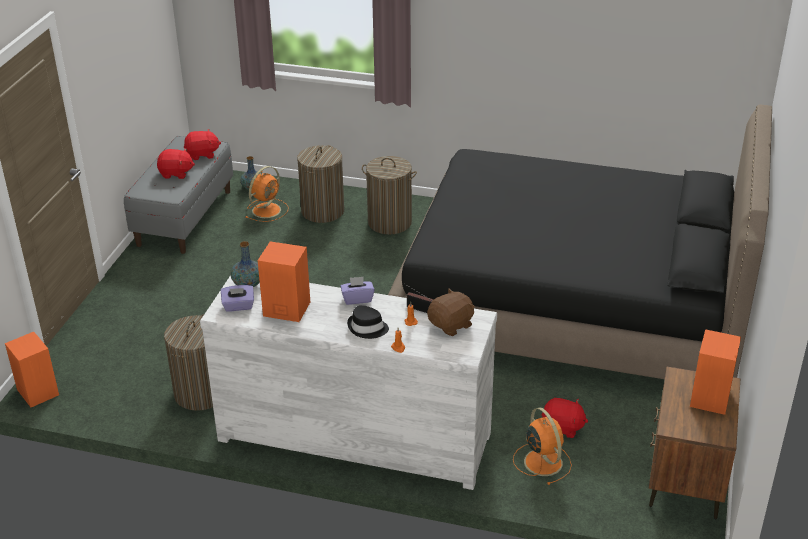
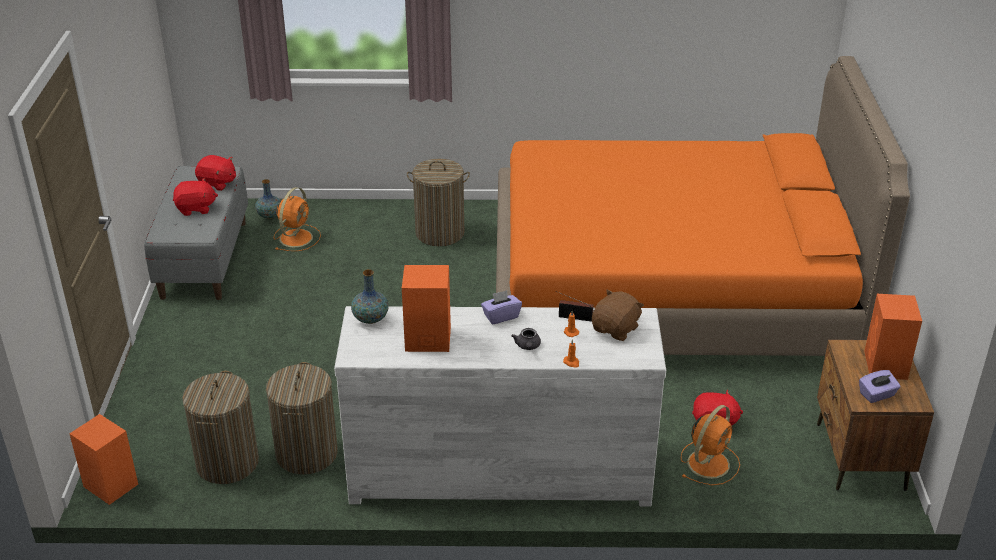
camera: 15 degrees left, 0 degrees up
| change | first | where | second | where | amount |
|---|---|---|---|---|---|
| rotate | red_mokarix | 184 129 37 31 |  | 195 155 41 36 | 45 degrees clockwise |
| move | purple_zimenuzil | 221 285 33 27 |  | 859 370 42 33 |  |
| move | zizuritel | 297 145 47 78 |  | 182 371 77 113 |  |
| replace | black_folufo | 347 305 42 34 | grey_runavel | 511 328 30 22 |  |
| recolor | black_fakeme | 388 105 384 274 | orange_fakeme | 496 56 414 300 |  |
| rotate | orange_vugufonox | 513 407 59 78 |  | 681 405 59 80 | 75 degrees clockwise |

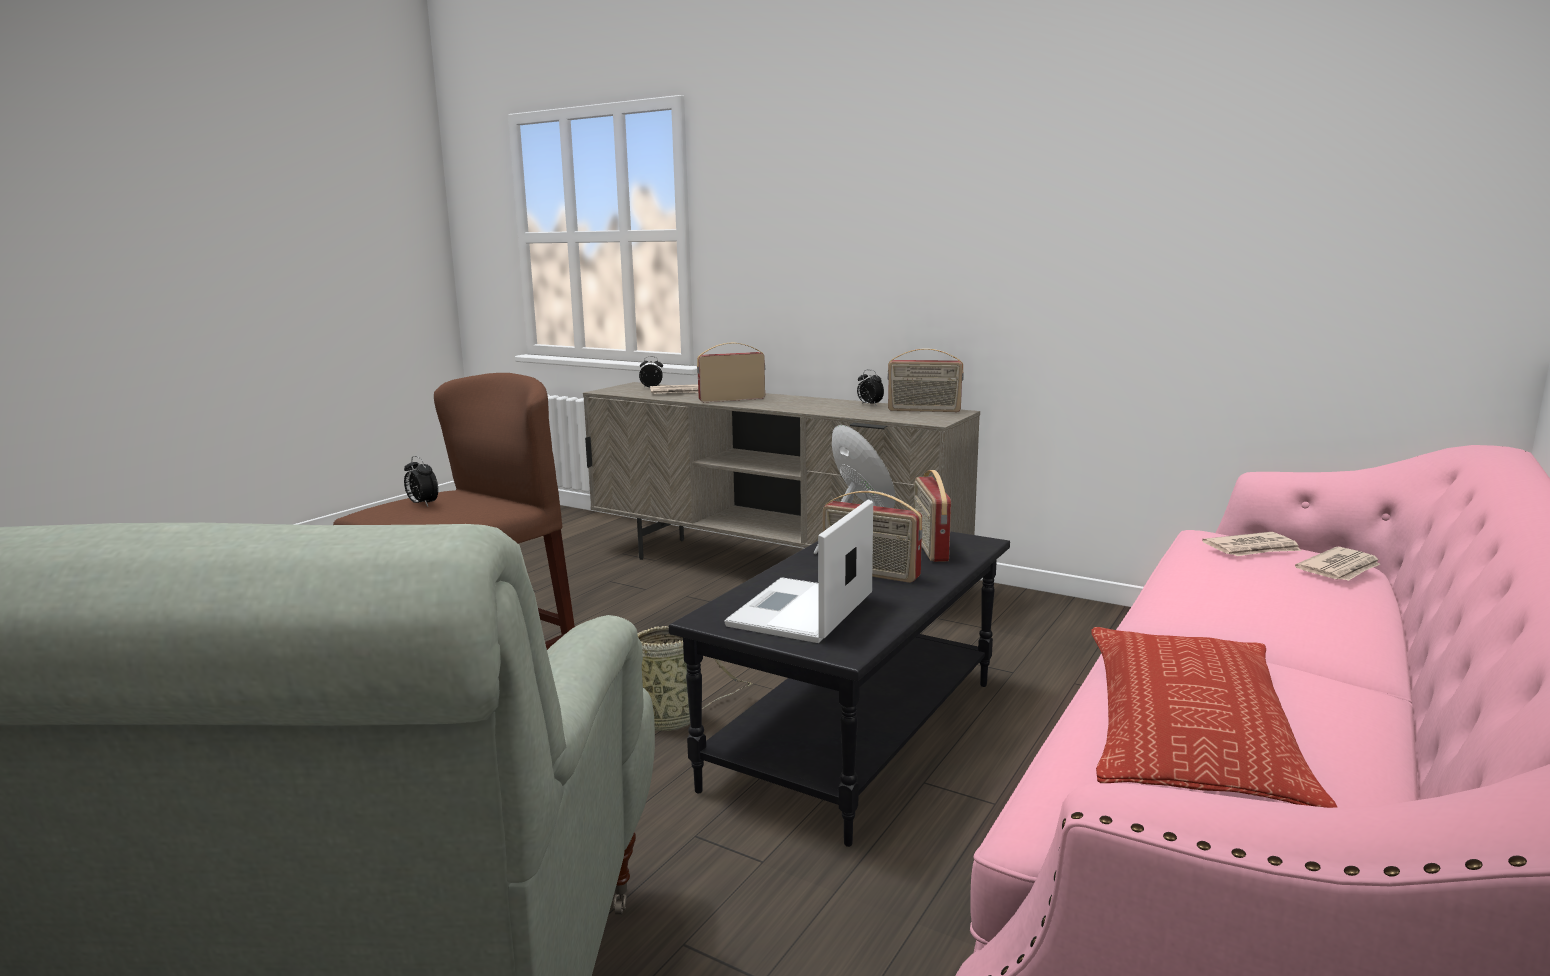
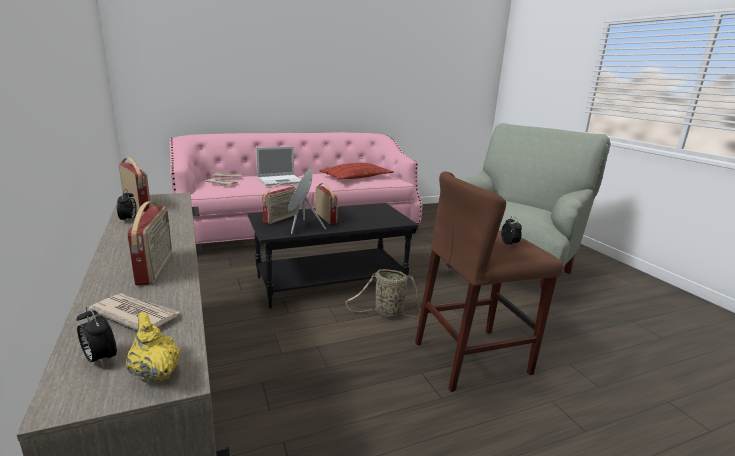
camera: 145 degrees left, 5 degrees up
| change | first | where | second | where | amount |
|---|---|---|---|---|---|
| rotate | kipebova | 697 343 68 59 |  | 127 202 45 83 | 120 degrees counterclockwise |
| move | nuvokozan | 724 500 149 143 |  | 256 146 45 40 |  |
| insert |  |  | yellow_runavel | 126 312 54 71 |  |

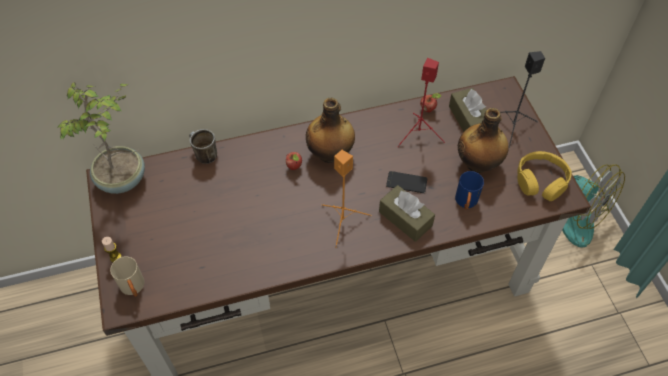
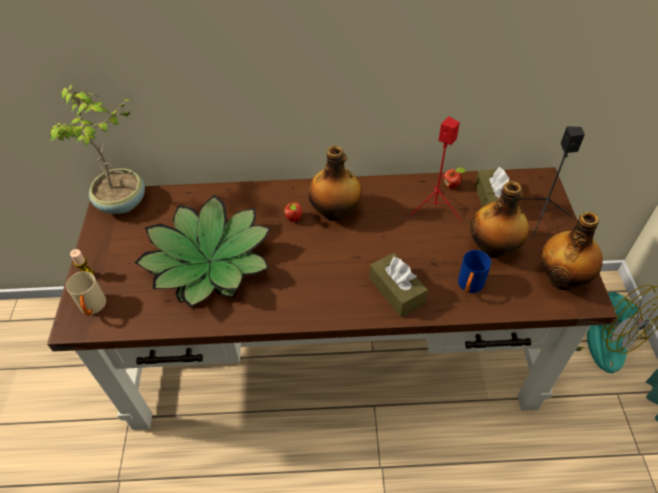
camera: 15 degrees right, 5 degrees down
| change | first | where | second | where | amount |
|---|---|---|---|---|---|
| delete | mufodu | 189 129 28 35 |  |  |  |
| delete | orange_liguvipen | 322 150 49 98 |  |  |  |
| delete | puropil | 386 171 41 22 |  |  |  |
| replace | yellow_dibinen | 517 151 55 50 | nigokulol | 541 211 62 79 |  |
| insert |  |  | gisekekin | 134 195 137 112 |  |

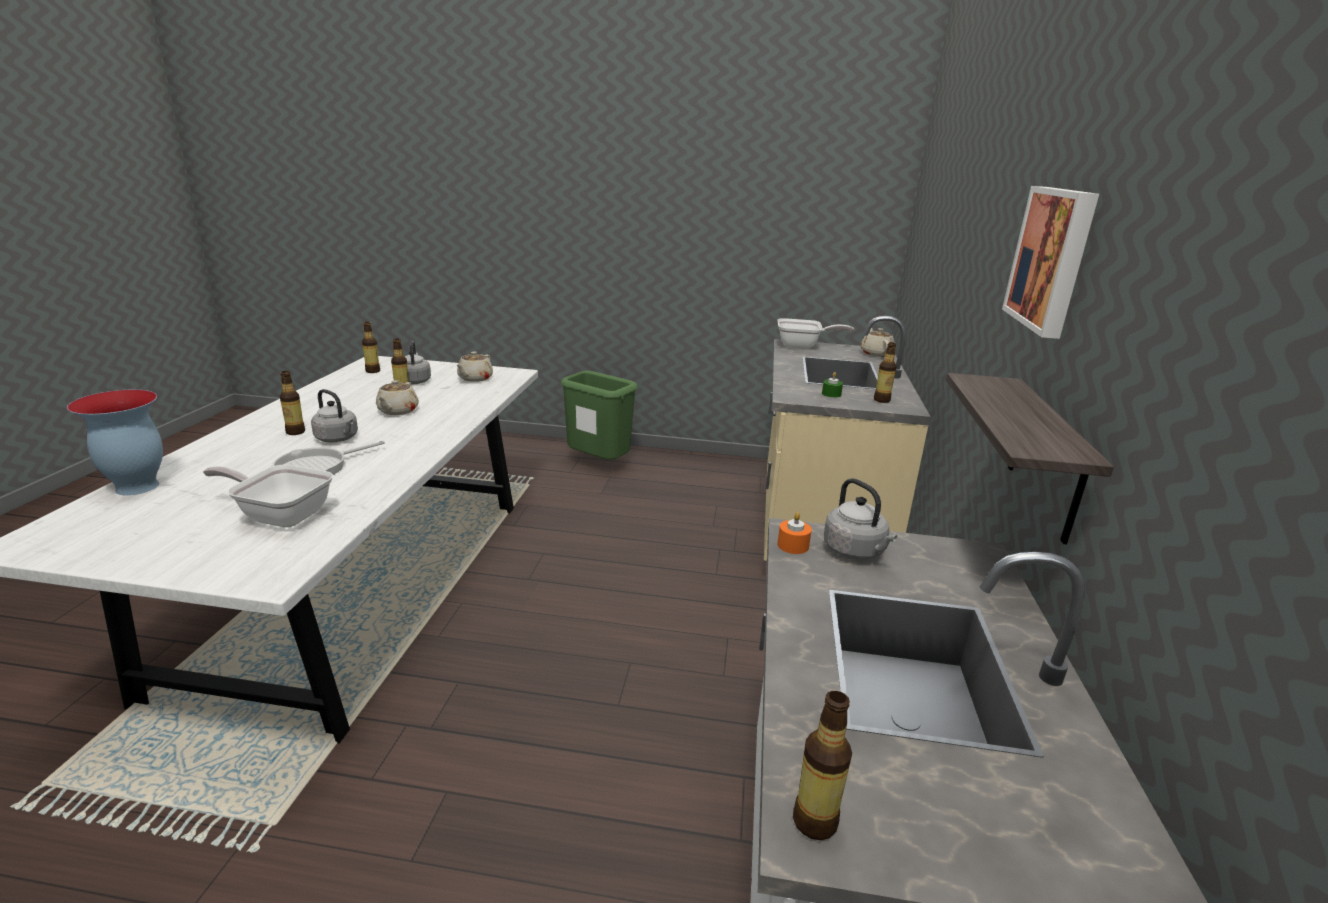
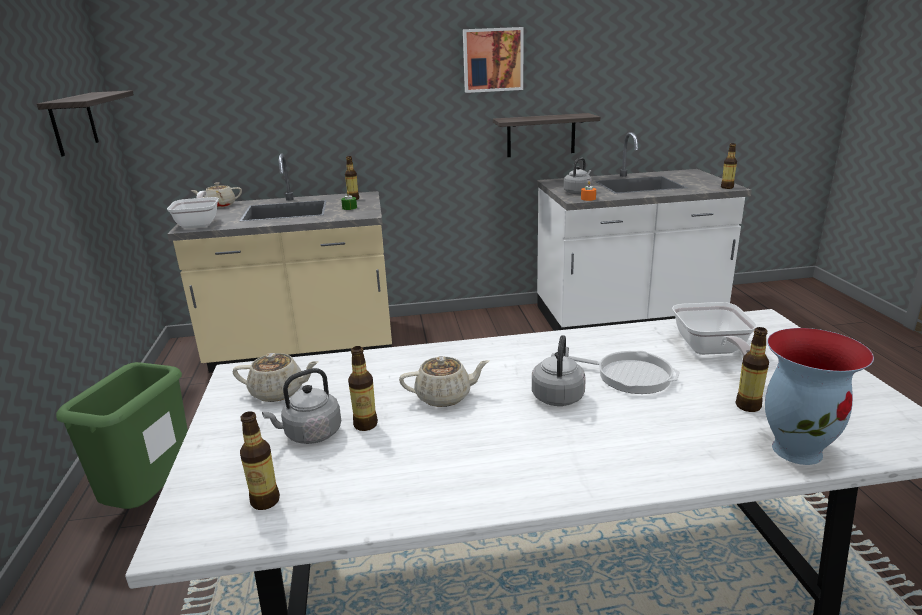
camera: 105 degrees left, 0 degrees up
| change | first | where | second | where | amount |
|---|---|---|---|---|---|
| move | nigokulol | 280 371 25 64 |  | 735 327 34 85 |  |
| insert |  |  | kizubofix | 37 90 97 66 |  |

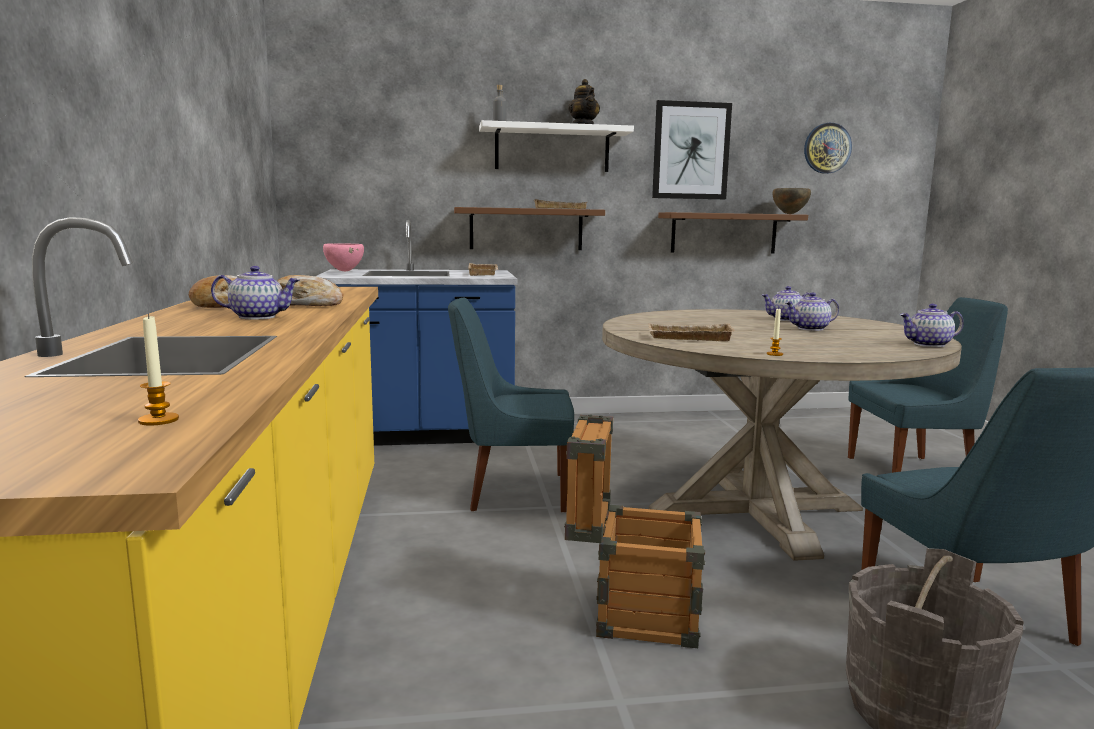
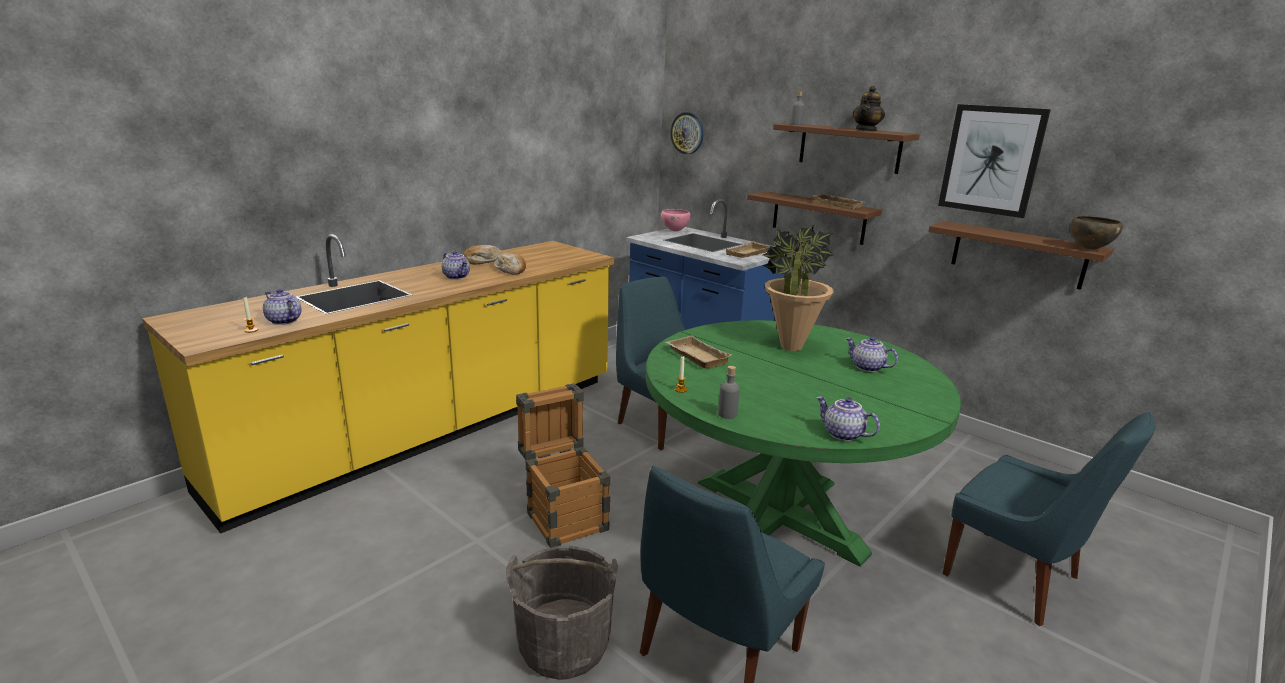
camera: 50 degrees right, 10 degrees up
| change | first | where | second | where | amount |
|---|---|---|---|---|---|
| recolor | white_kizubofix | 479 120 155 52 | brown_kizubofix | 773 123 147 51 |  |
| recolor | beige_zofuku | 602 309 360 252 | green_zofuku | 646 320 315 247 |  |
| move | runavel | 785 292 54 39 |  | 263 289 38 36 |  |
| move | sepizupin | 804 123 48 51 |  | 670 112 34 42 |  |
| insert |  |  | grey_nigokulol | 718 366 22 53 |  |
| insert |  |  | gisekekin | 763 225 72 126 |  |

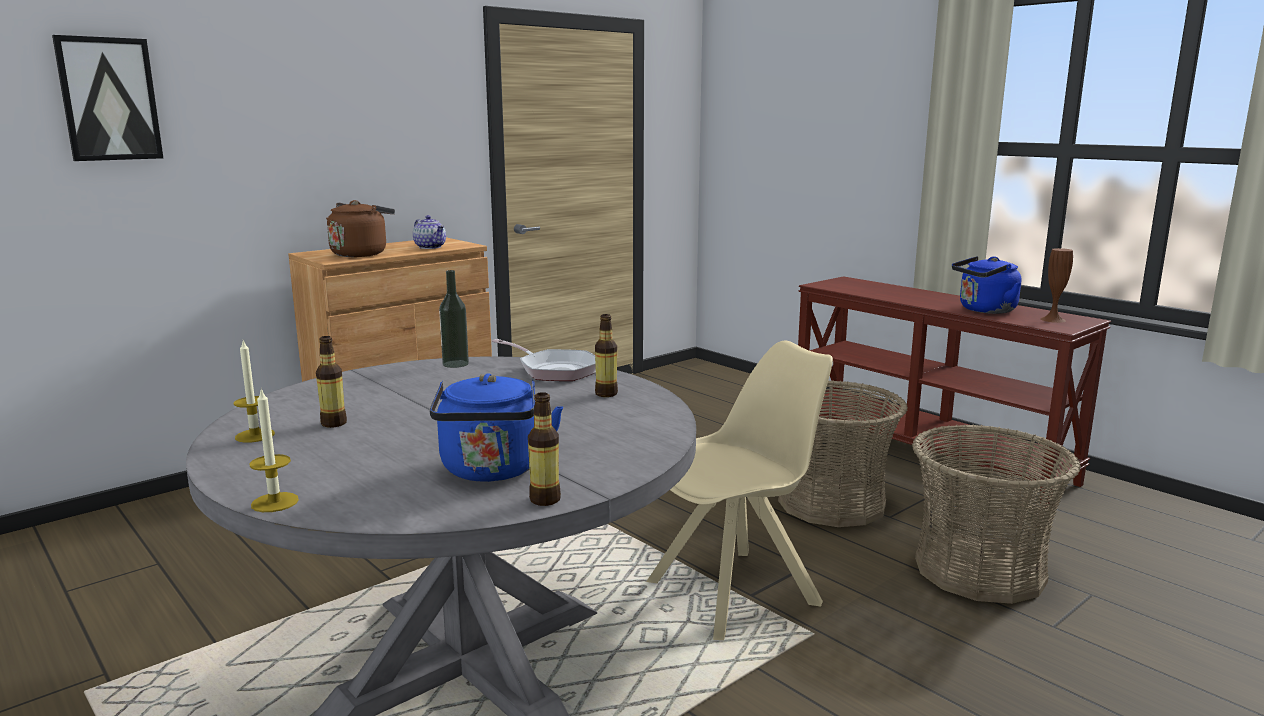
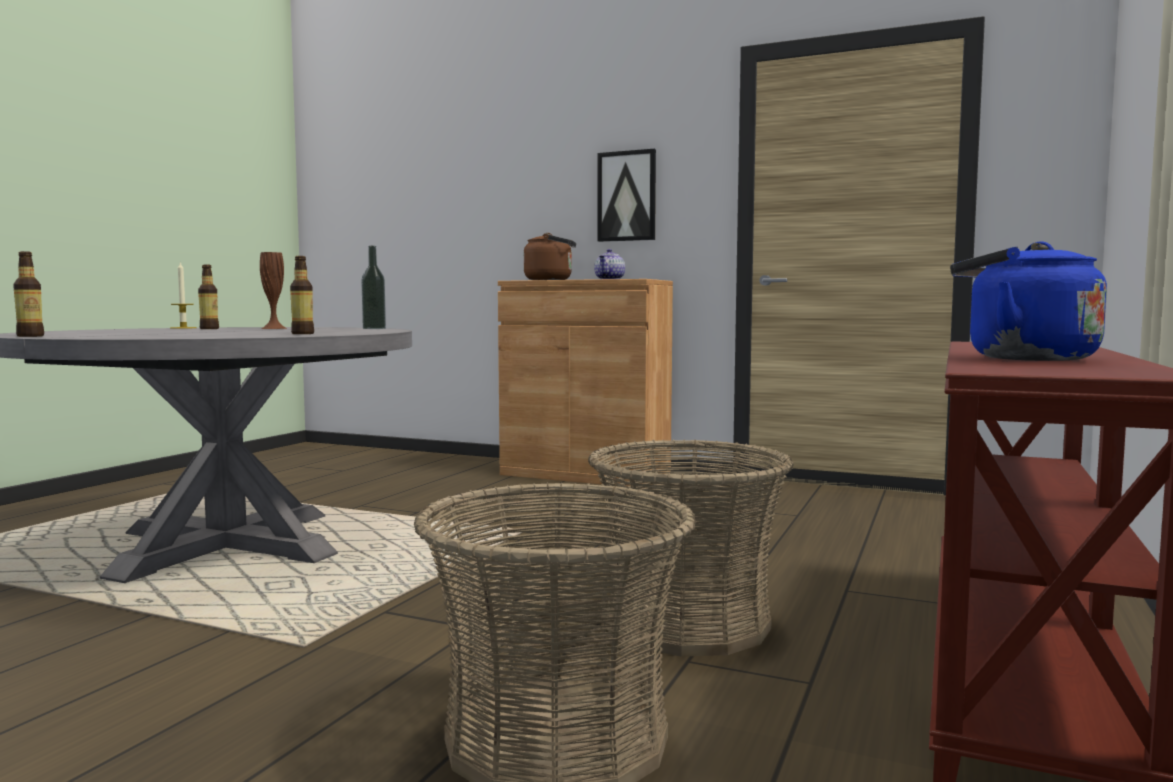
camera: 65 degrees right, 10 degrees down
| change | first | where | second | where | amount |
|---|---|---|---|---|---|
| move | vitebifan | 52 35 111 126 |  | 597 149 59 93 |  |
| delete | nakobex | 249 387 50 125 |  |  |  |
| delete | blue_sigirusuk | 430 373 133 109 |  |  |  |
| delete | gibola | 492 339 104 42 |  |  |  |
| delete | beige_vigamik | 646 341 187 299 |  |  |  |
| move | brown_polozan | 1040 248 33 75 |  | 260 252 28 77 |  |

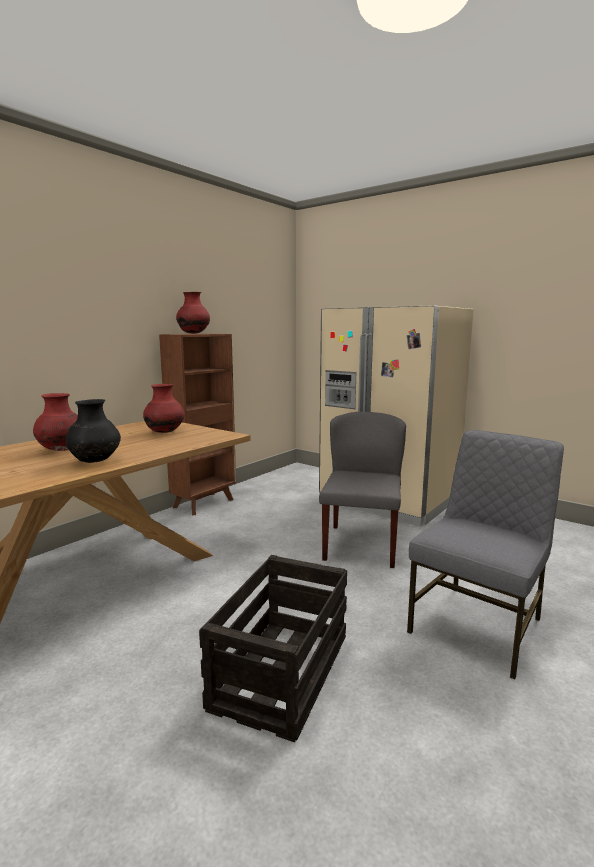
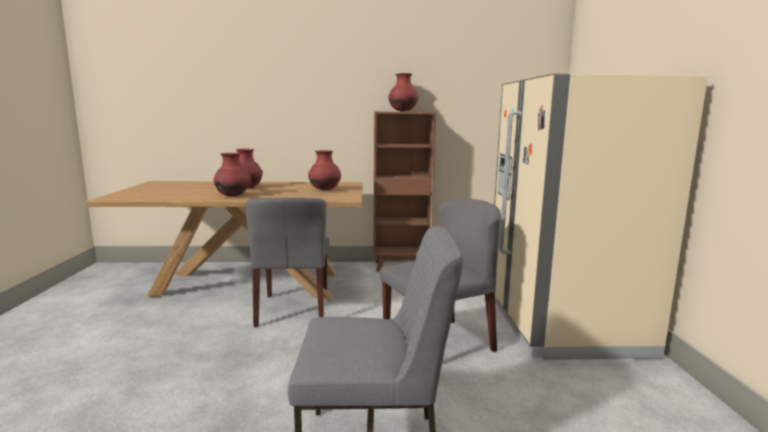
camera: 50 degrees right, 0 degrees up
| change | first | where | second | where | amount |
|---|---|---|---|---|---|
| recolor | black_polozan | 65 399 56 64 | red_polozan | 214 153 37 43 |  |
| delete | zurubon | 199 555 148 187 |  |  |  |
| insert |  |  | grey_vigamik | 246 197 83 130 |  |

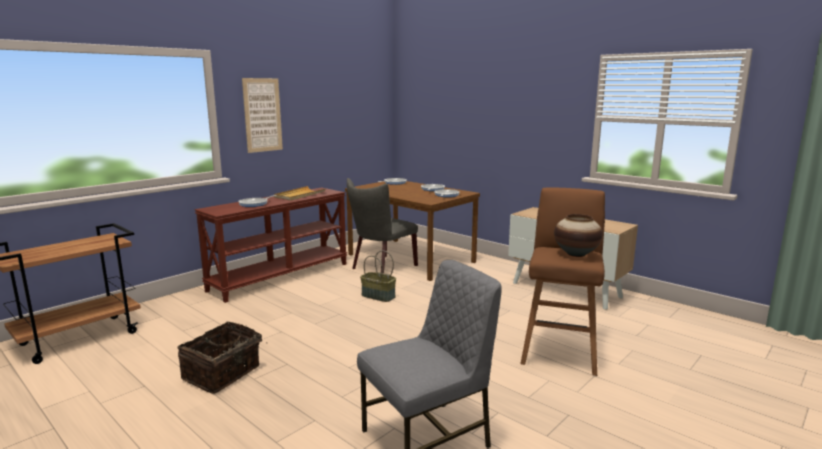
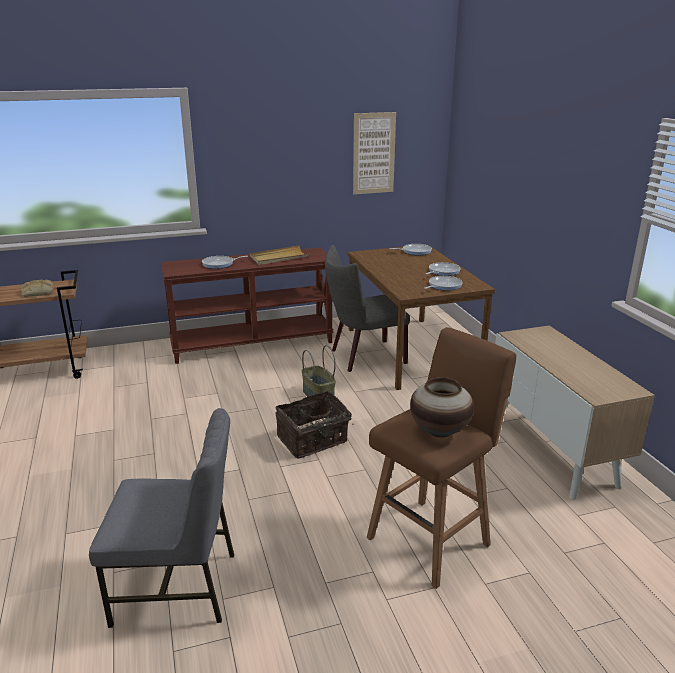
camera: 30 degrees right, 10 degrees up
| change | first | where | second | where | amount |
|---|---|---|---|---|---|
| move | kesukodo | 178 322 90 72 |  | 276 391 78 67 |  |
| move | vitebifan | 242 78 41 75 |  | 353 112 43 82 |  |
| insert |  |  | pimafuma | 21 280 33 17 |  |

